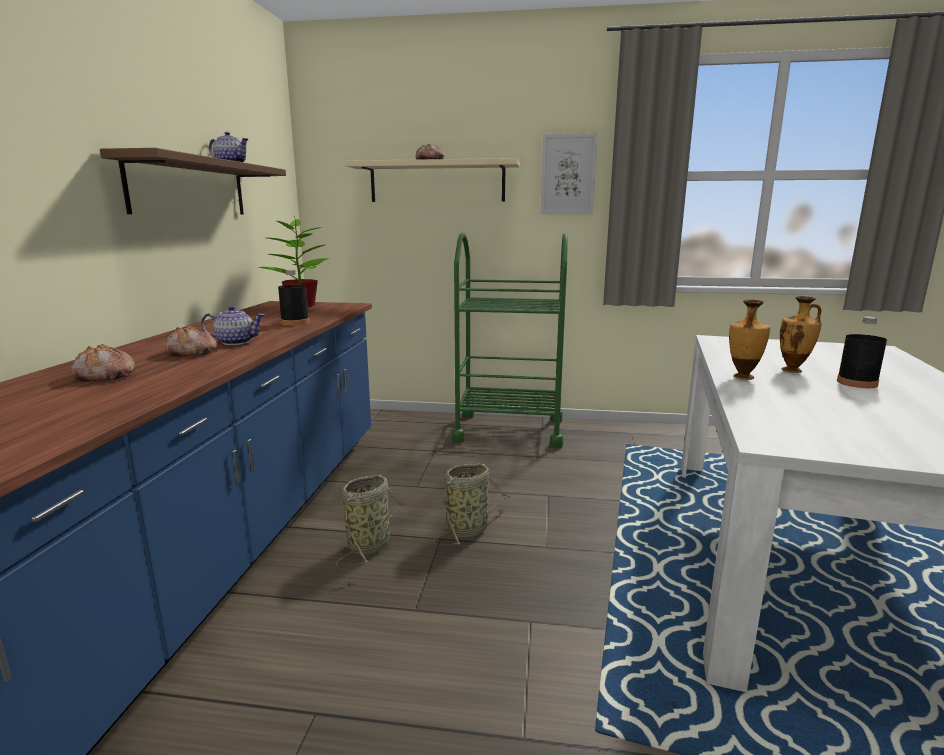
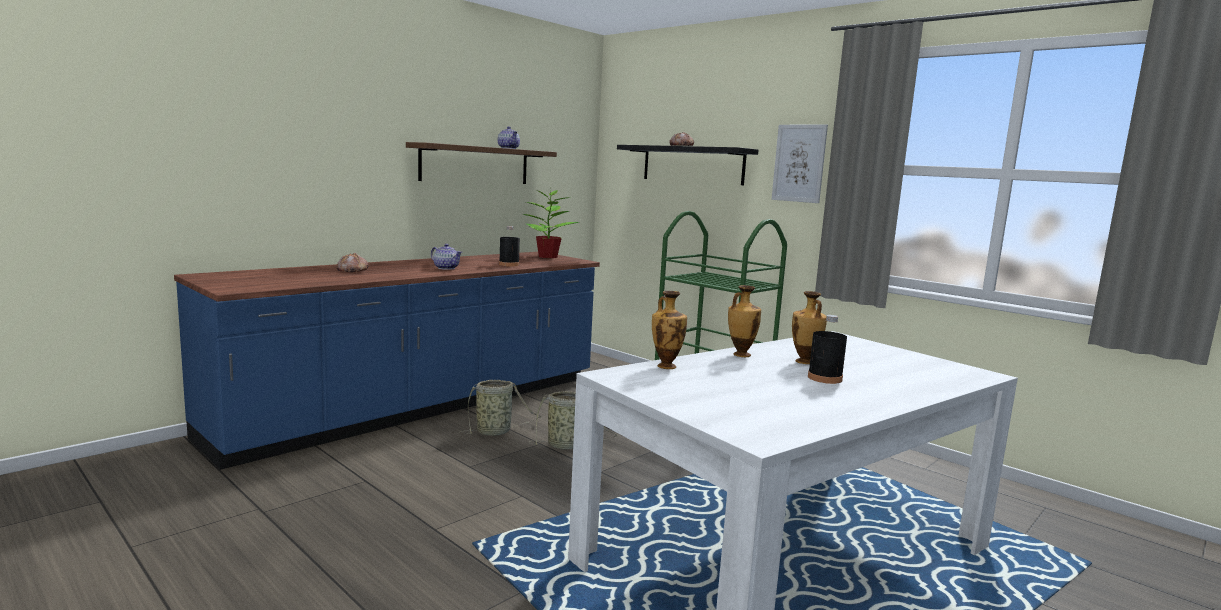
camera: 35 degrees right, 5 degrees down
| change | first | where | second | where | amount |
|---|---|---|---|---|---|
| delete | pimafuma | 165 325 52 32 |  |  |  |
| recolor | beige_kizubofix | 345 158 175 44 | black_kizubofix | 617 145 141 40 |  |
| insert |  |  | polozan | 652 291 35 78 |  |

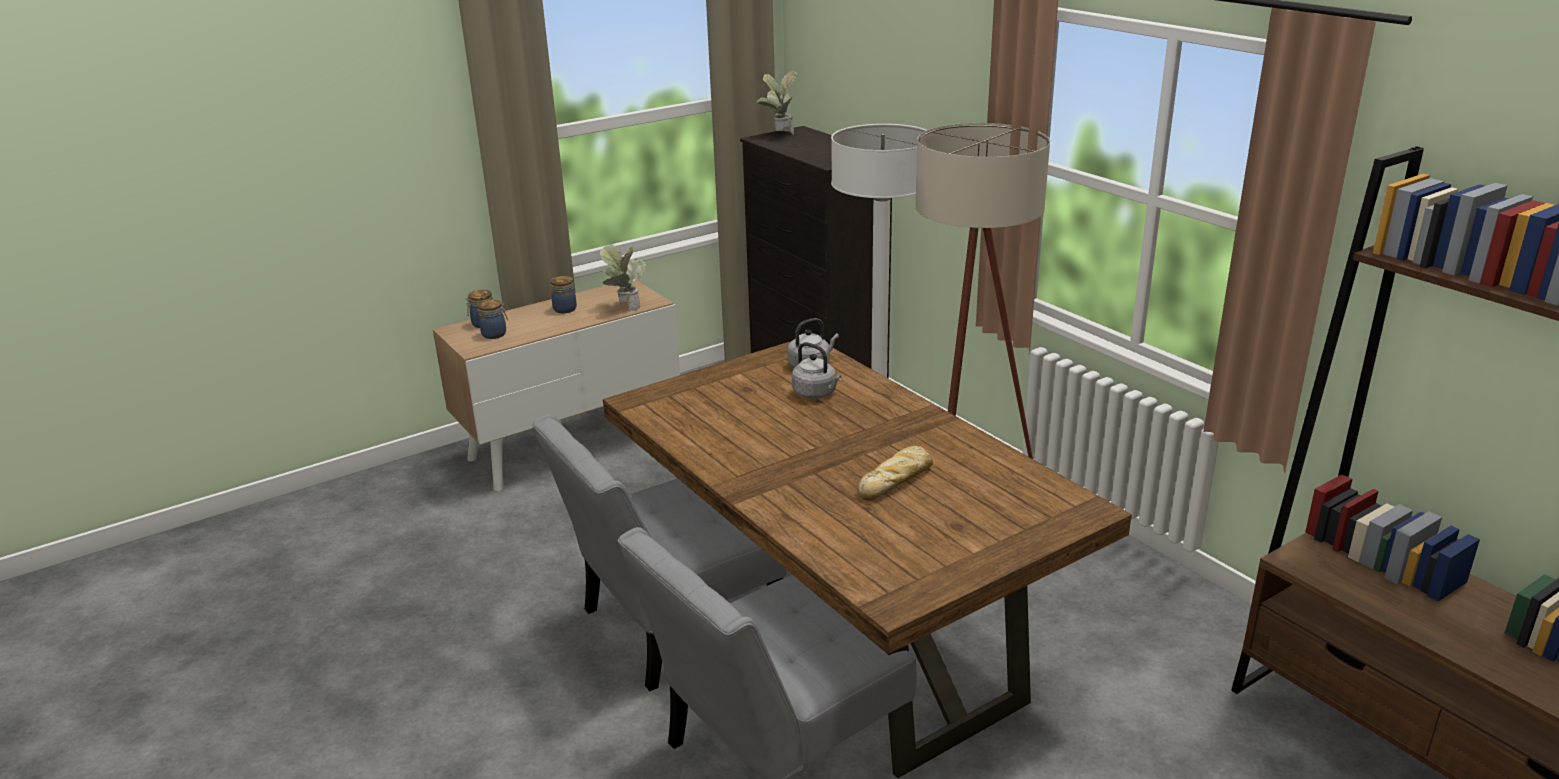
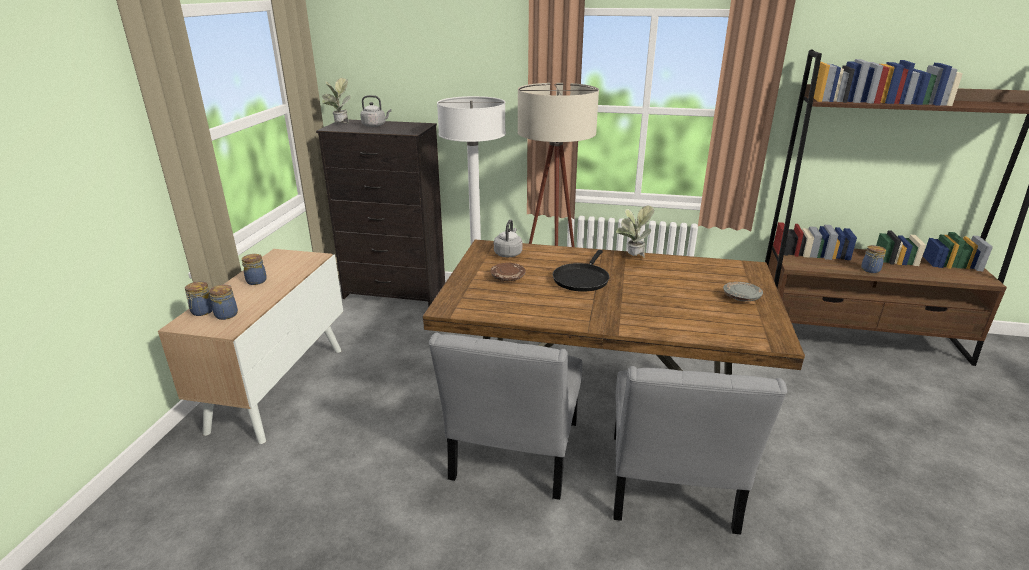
camera: 45 degrees left, 0 degrees up
| change | first | where | second | where | amount |
|---|---|---|---|---|---|
| move | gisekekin | 600 244 46 67 |  | 616 205 38 52 |  |
| move | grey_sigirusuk | 792 342 50 57 |  | 360 95 31 32 |  |
| delete | pimafuma | 858 446 75 55 |  |  |  |
| insert |  |  | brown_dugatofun | 491 263 35 18 |  |
| insert |  |  | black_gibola | 553 250 56 42 |  |
| insert |  |  | grey_dugatofun | 723 282 40 19 |  |
| insert |  |  | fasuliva | 861 245 25 28 |  |

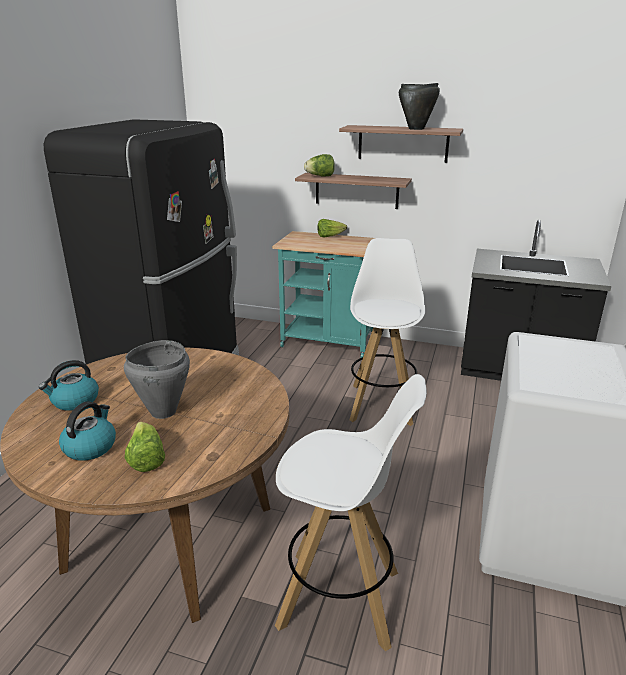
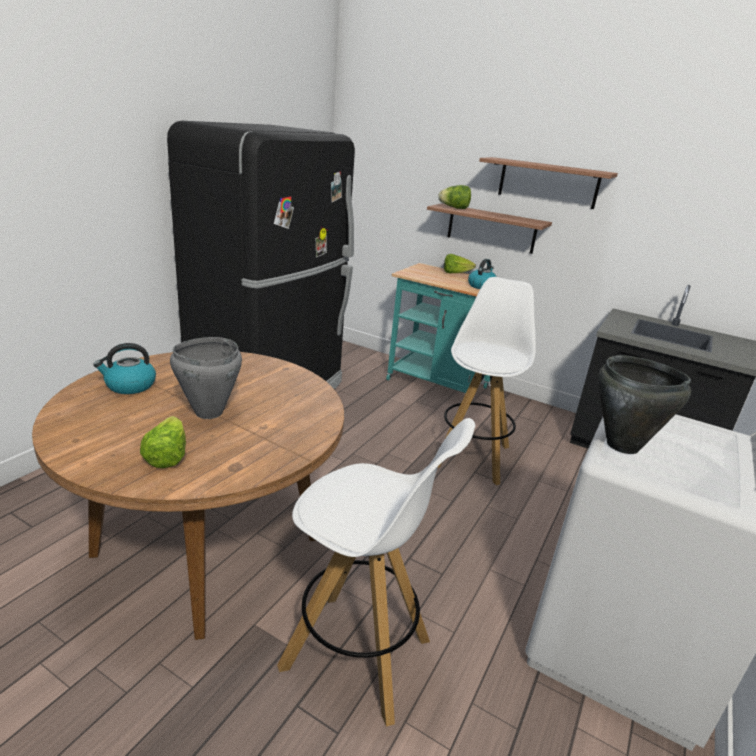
camera: 10 degrees right, 0 degrees up
| change | first | where | second | where | amount |
|---|---|---|---|---|---|
| move | sigirusuk | 59 401 57 60 |  | 468 259 29 30 |  |
| move | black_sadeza | 399 83 41 47 |  | 598 355 93 99 |  |

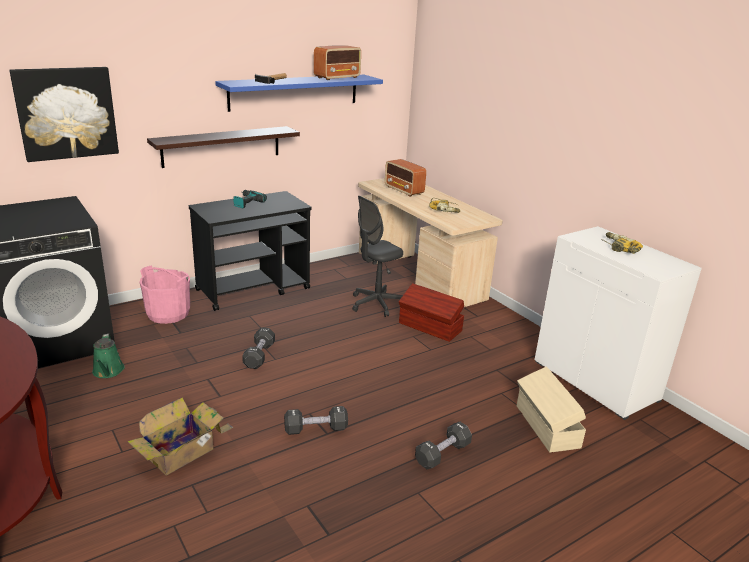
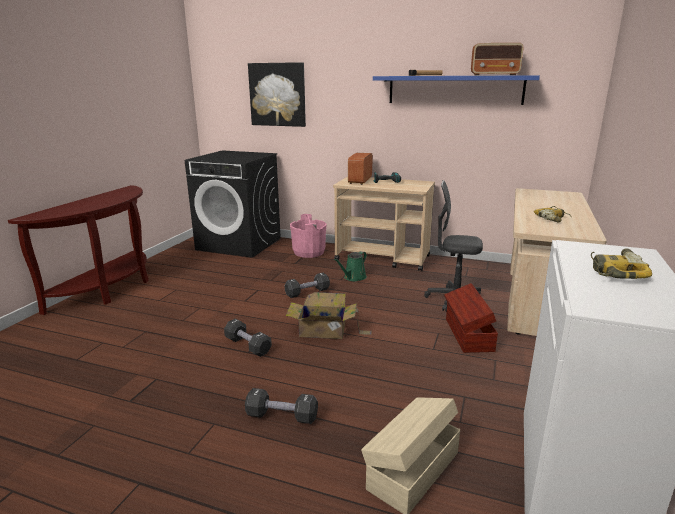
camera: 55 degrees right, 5 degrees down
| change | first | where | second | where | amount |
|---|---|---|---|---|---|
| move | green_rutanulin | 92 334 33 44 |  | 334 251 33 30 |  |
| move | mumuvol | 127 398 107 78 |  | 286 292 86 47 |  |
| delete | kizubofix | 147 126 153 42 |  |  |  |
| recolor | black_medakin | 189 191 122 120 | beige_medakin | 333 177 102 94 |  |
| move | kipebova | 385 159 41 38 |  | 348 153 25 32 |  |

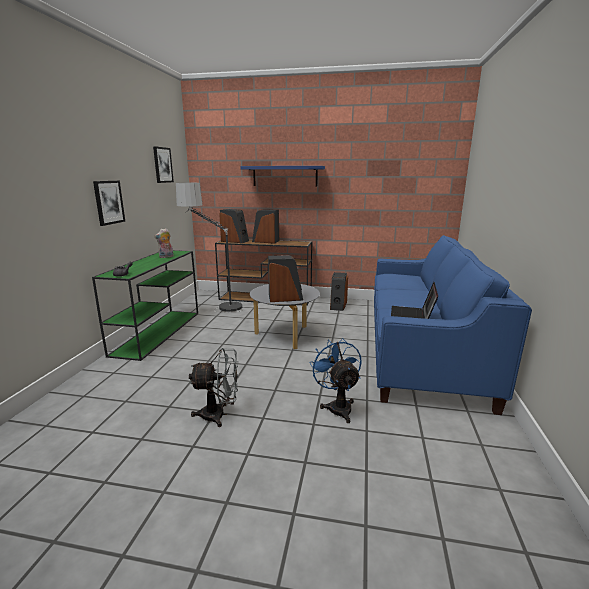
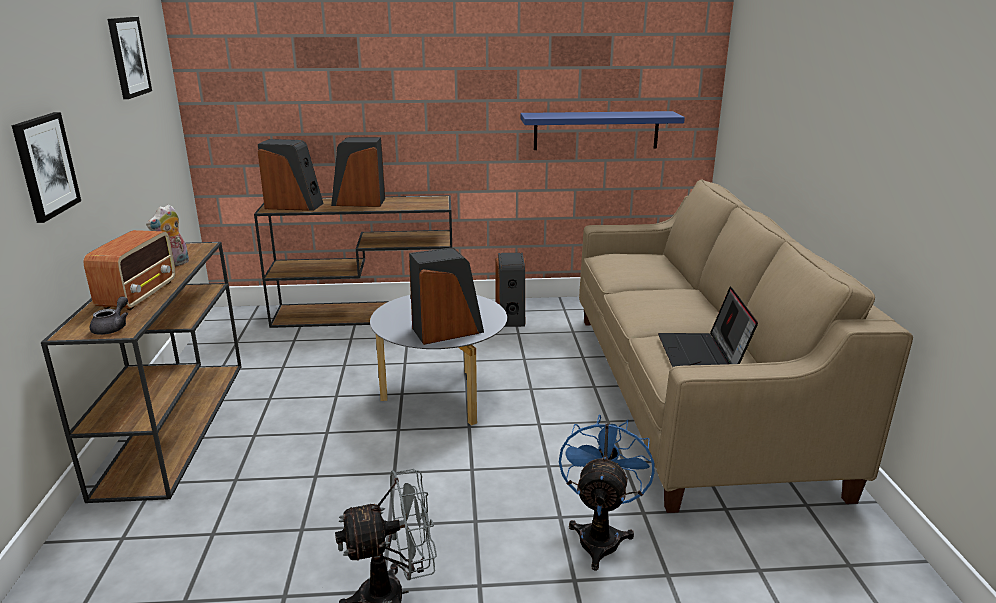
camera: 15 degrees left, 5 degrees up
| change | first | where | second | where | amount |
|---|---|---|---|---|---|
| recolor | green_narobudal | 92 250 106 111 | brown_narobudal | 41 242 201 261 |  |
| delete | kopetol | 176 183 68 130 |  |  |  |
| move | blue_kizubofix | 240 166 85 20 |  | 520 111 165 39 |  |
| rotate | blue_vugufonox | 310 338 52 85 |  | 559 414 96 156 | 45 degrees clockwise |
| recolor | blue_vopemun | 374 235 158 180 | beige_vopemun | 579 179 334 334 |  |
| insert |  |  | kipebova | 83 230 93 80 |  |

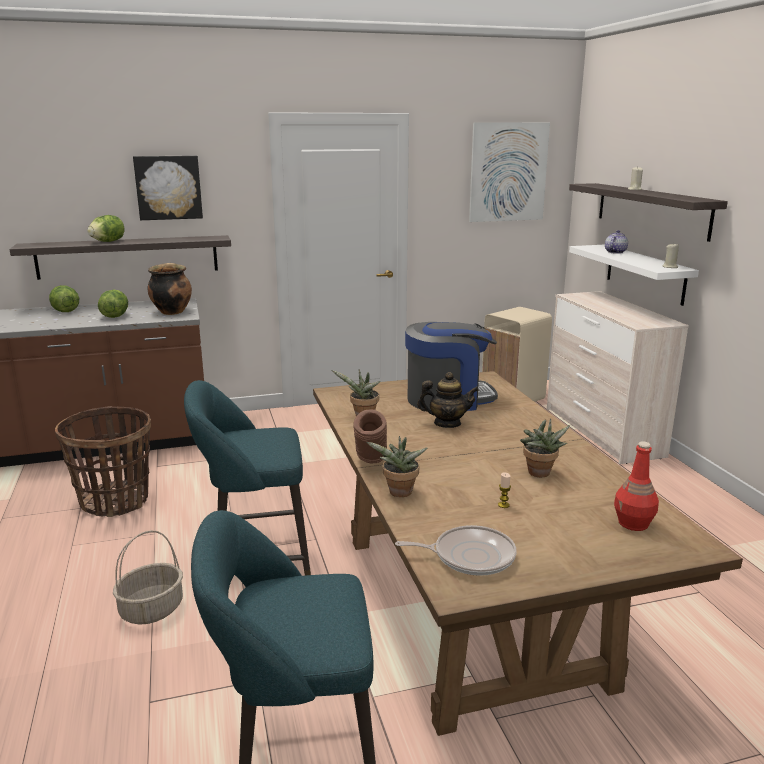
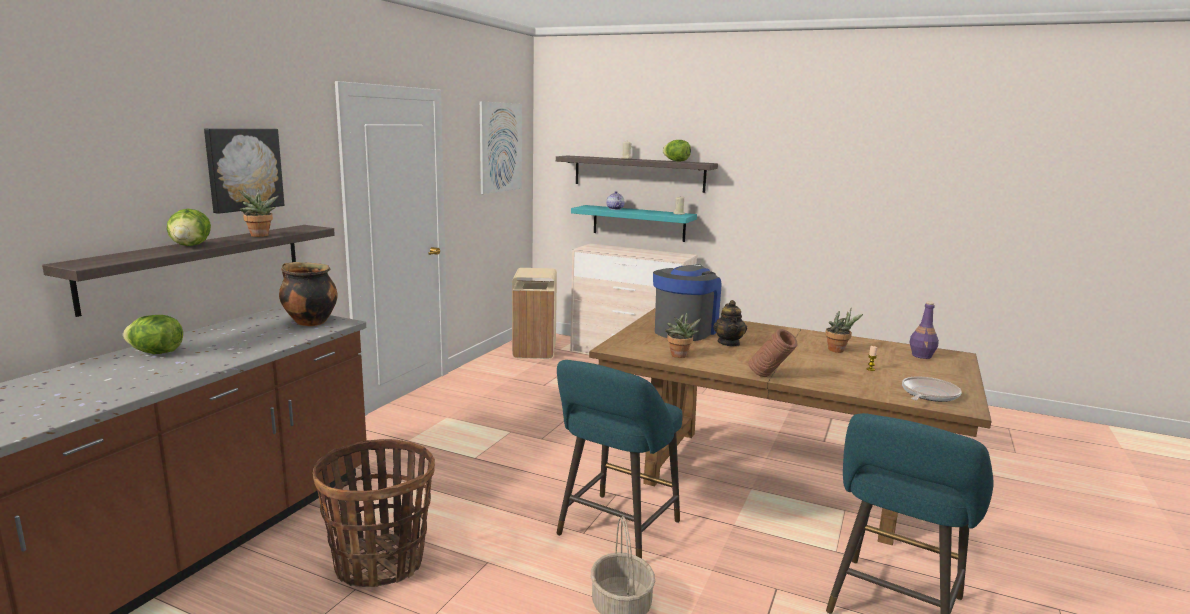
camera: 50 degrees left, 5 degrees down
| change | first | where | second | where | amount |
|---|---|---|---|---|---|
| move | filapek | 98 289 30 29 |  | 663 140 28 22 |  |
| move | gisekekin | 367 436 61 61 |  | 238 188 40 49 |  |
| rotate | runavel | 417 372 62 56 |  | 713 300 34 47 | 135 degrees clockwise |
| recolor | white_kizubofix | 569 244 130 62 | turquoise_kizubofix | 571 205 126 37 |  |
| recolor | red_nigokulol | 614 441 45 90 | purple_nigokulol | 909 302 30 57 |  |

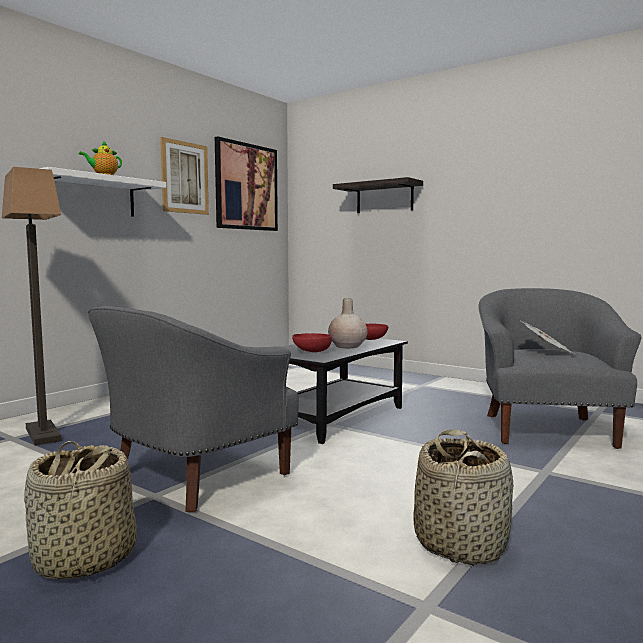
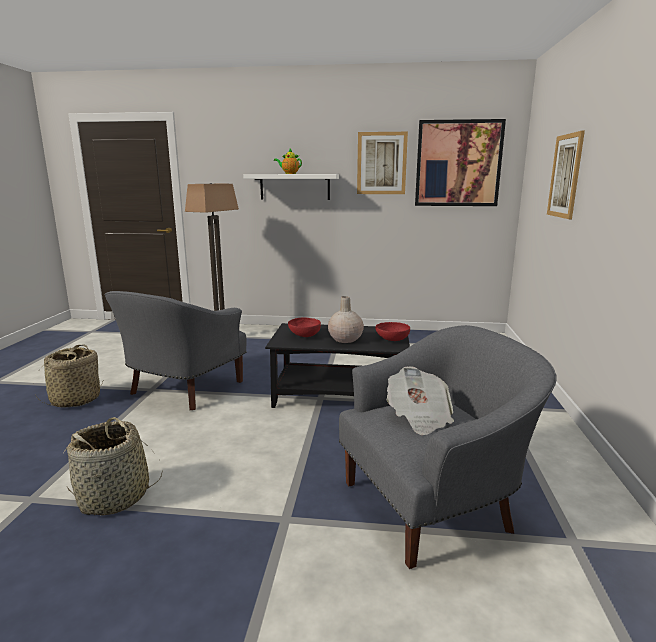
camera: 60 degrees right, 10 degrees up
| change | first | where | second | where | amount |
|---|---|---|---|---|---|
| rotate | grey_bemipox | 88 306 211 206 |  | 104 291 143 119 | 75 degrees counterclockwise |
| replace | kizubofix | 333 177 90 36 | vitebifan | 547 131 38 88 |  |

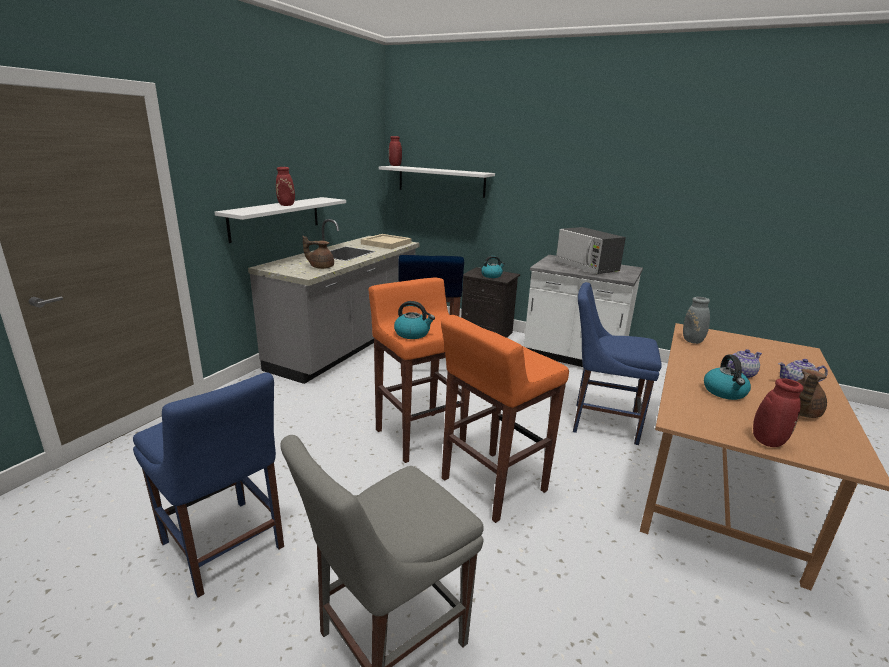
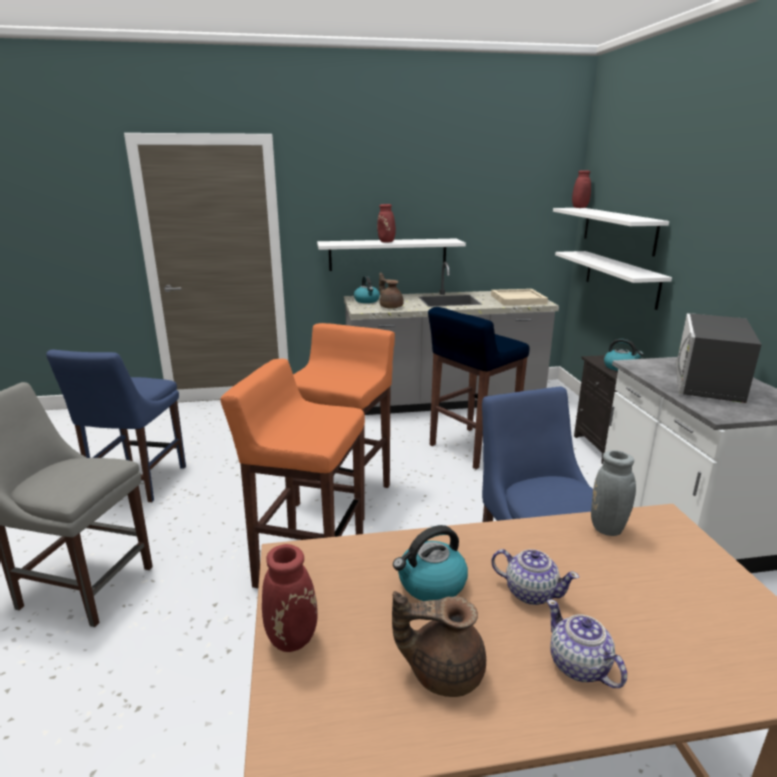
camera: 55 degrees right, 0 degrees up
| change | first | where | second | where | amount |
|---|---|---|---|---|---|
| move | sigirusuk | 394 301 41 38 |  | 354 276 26 27 |  |
| insert |  |  | white_kizubofix | 555 251 117 59 |  |

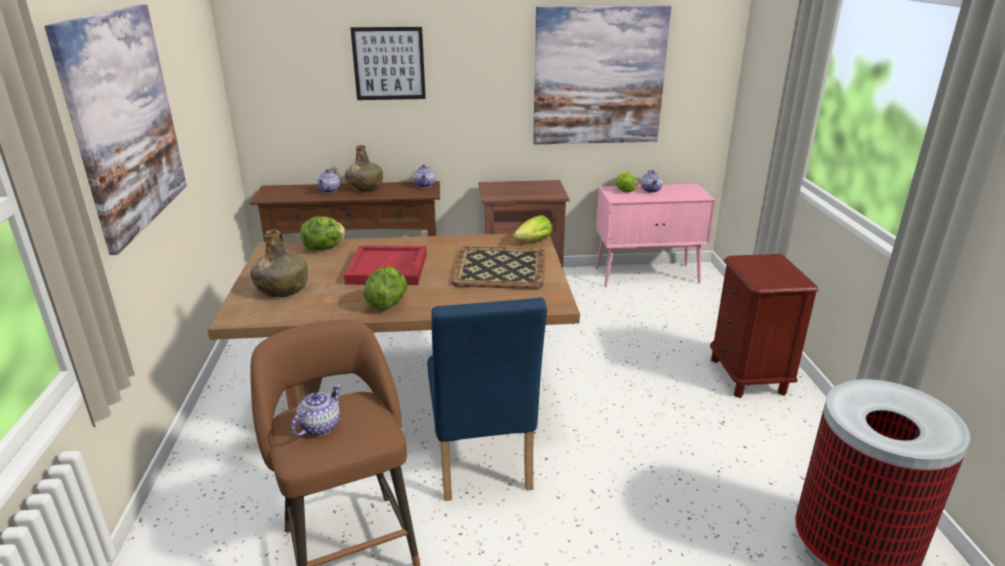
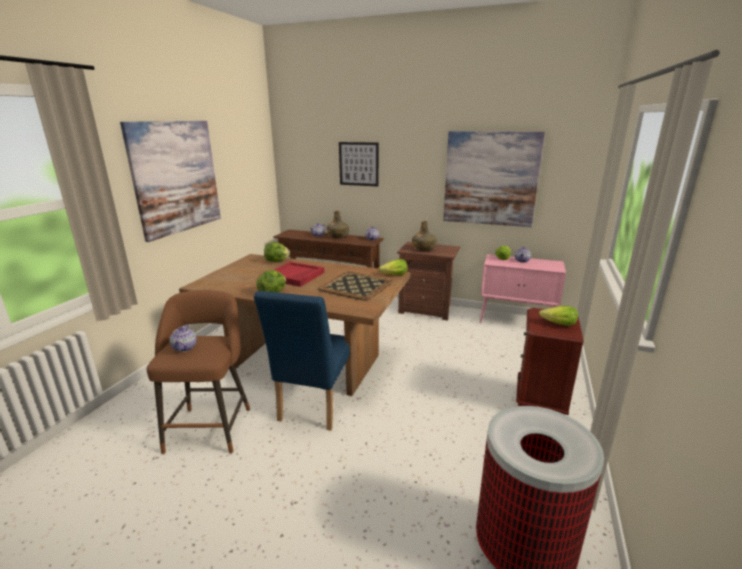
camera: 25 degrees right, 5 degrees down
| change | first | where | second | where | amount |
|---|---|---|---|---|---|
| move | green_nigokulol | 250 229 58 68 |  | 412 221 25 30 |  |
| rotate | runavel | 291 384 50 53 |  | 170 324 27 28 | 120 degrees clockwise |
| insert |  |  | filapek | 539 306 39 20 |  |

